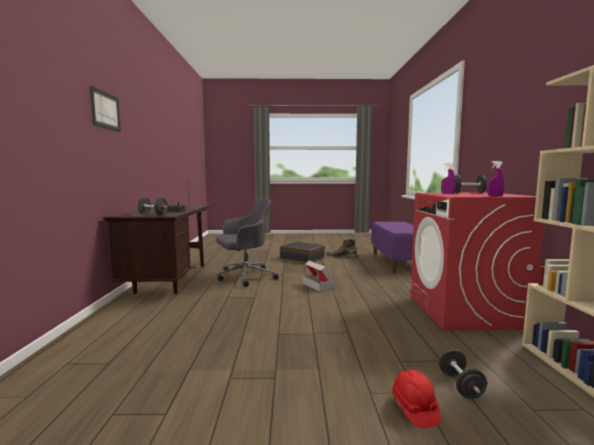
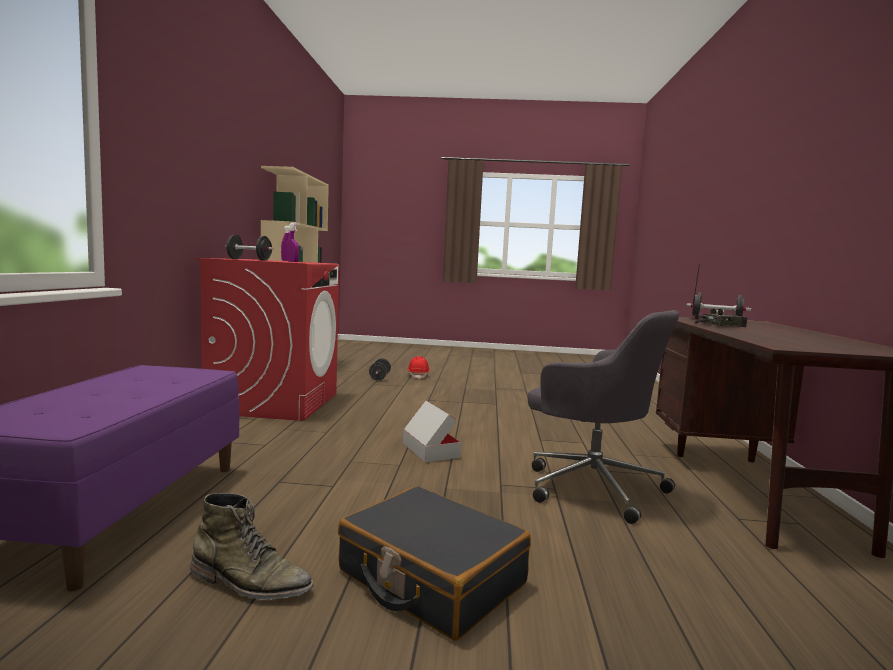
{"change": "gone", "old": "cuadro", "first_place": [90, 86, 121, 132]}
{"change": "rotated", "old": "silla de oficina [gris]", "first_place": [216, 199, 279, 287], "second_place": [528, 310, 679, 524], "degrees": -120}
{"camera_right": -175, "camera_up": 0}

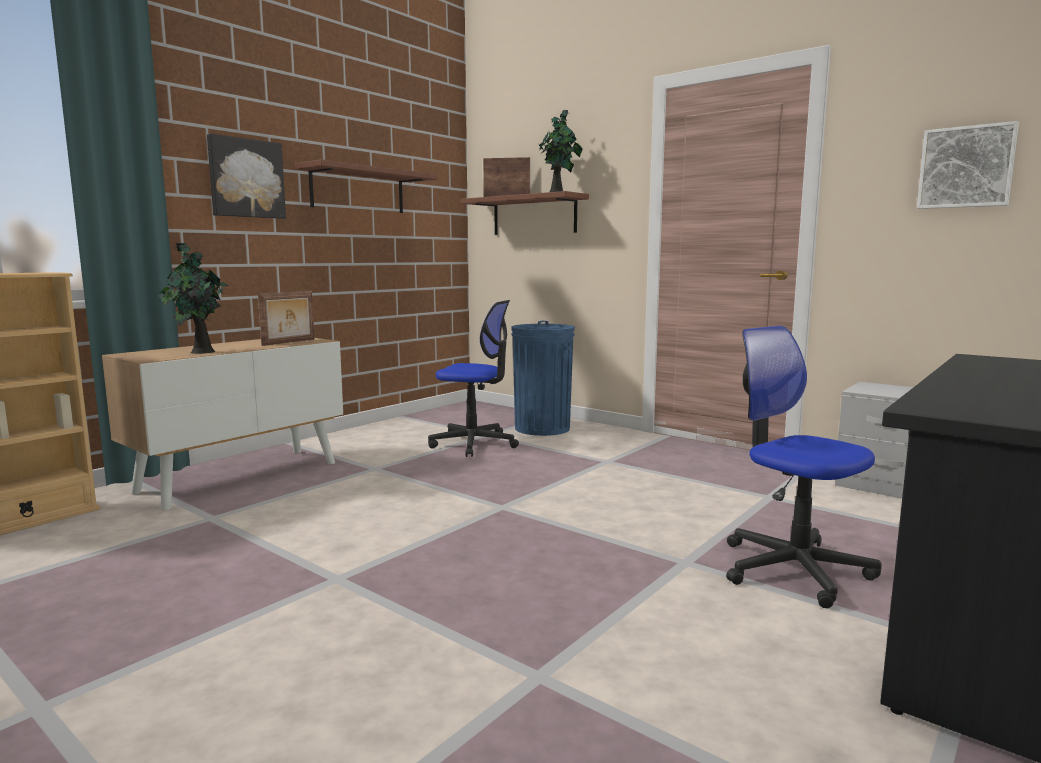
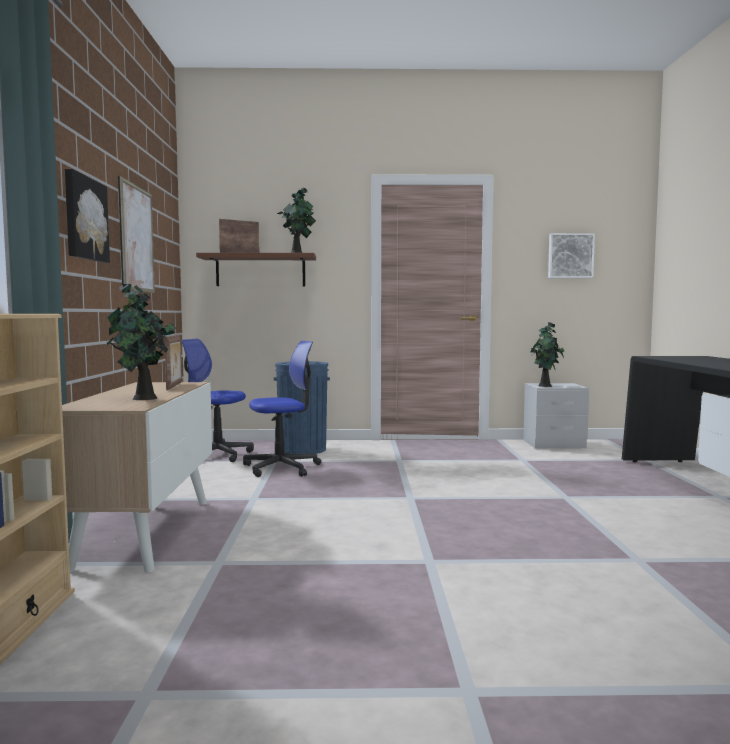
{"change": "swapped", "old": "estante [marrón]", "new": "cuadro", "first_place": [295, 159, 438, 213], "second_place": [118, 175, 155, 293]}
{"change": "shifted", "old": "silla de oficina", "first_place": [726, 325, 882, 608], "second_place": [182, 339, 254, 462]}
{"change": "new", "new": "planta en maceta", "second_place": [531, 322, 564, 387]}
{"camera_right": -40, "camera_up": -5}

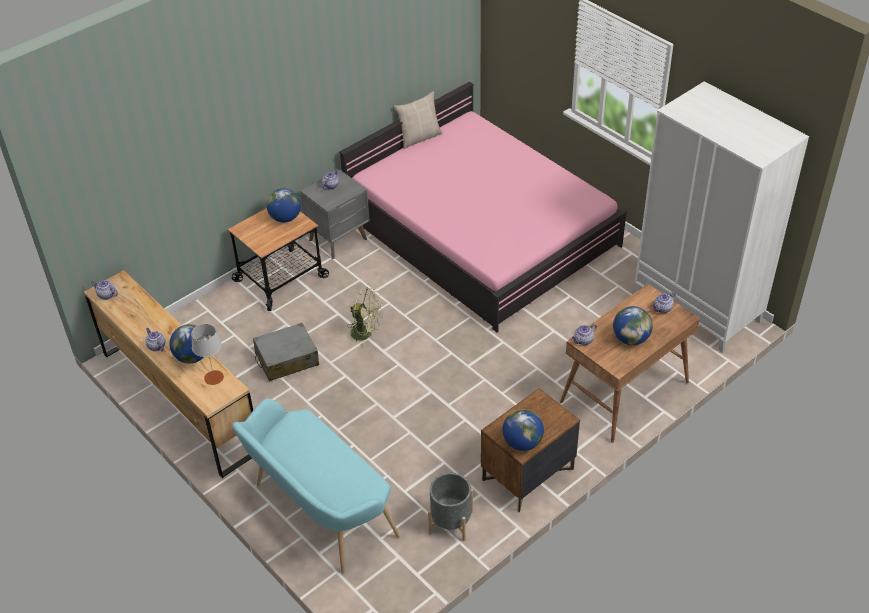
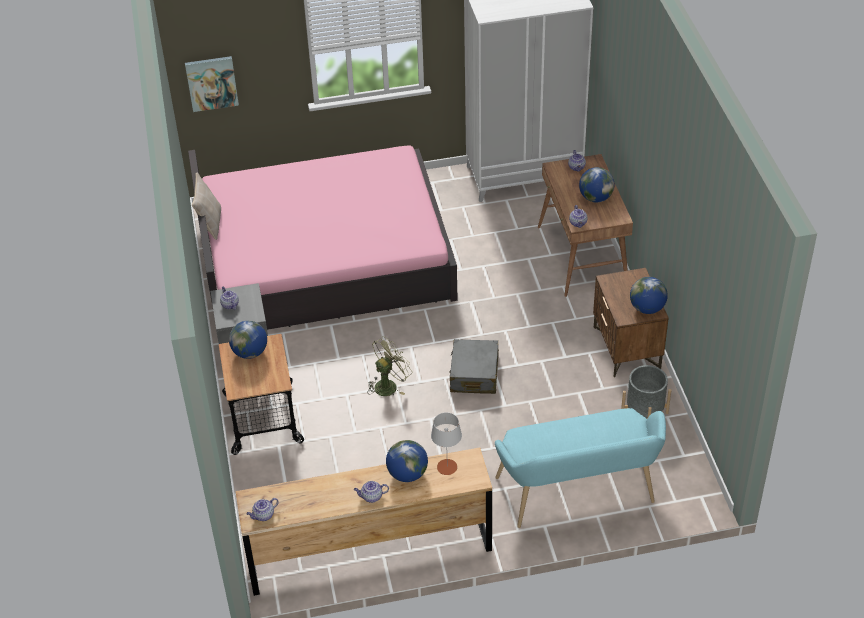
{"change": "shifted", "old": "maleta [gris]", "first_place": [253, 323, 319, 381], "second_place": [449, 339, 499, 394]}
{"change": "new", "new": "cuadro", "second_place": [185, 56, 239, 112]}
{"camera_right": -60, "camera_up": 0}

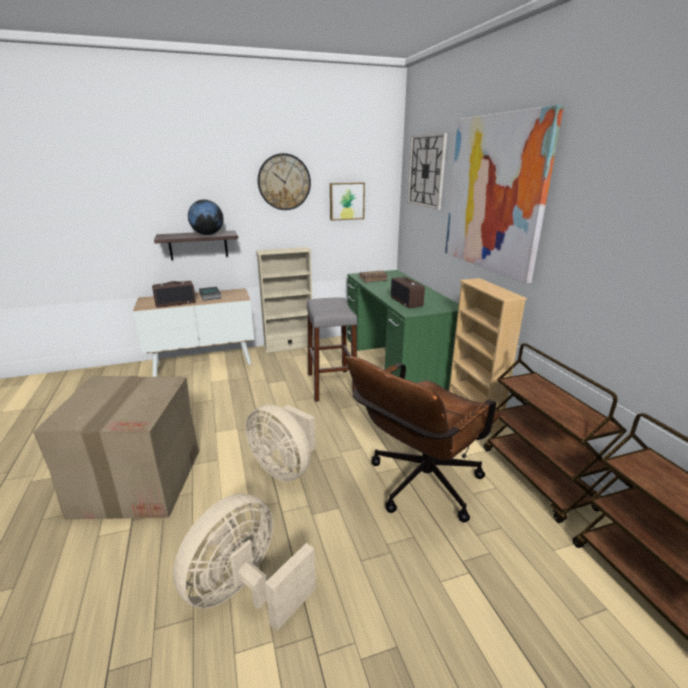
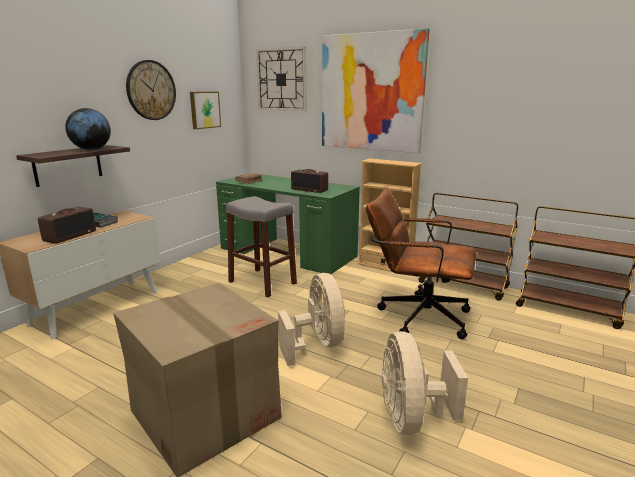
{"change": "gone", "old": "estantería [beis]", "first_place": [256, 247, 314, 353]}
{"change": "rotated", "old": "silla de oficina [marrón]", "first_place": [346, 357, 501, 523], "second_place": [366, 189, 476, 339], "degrees": 105}
{"change": "rotated", "old": "ventilador [beis]", "first_place": [245, 404, 316, 482], "second_place": [278, 273, 345, 366], "degrees": -105}
{"camera_right": -40, "camera_up": -5}

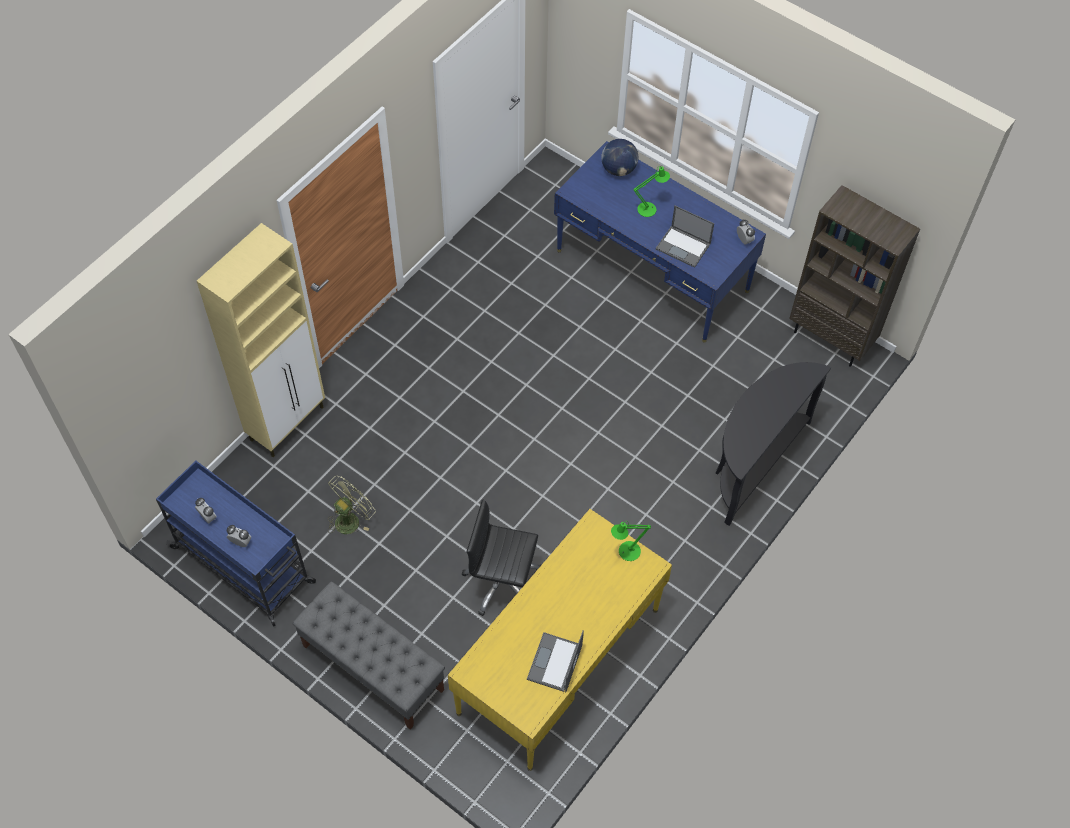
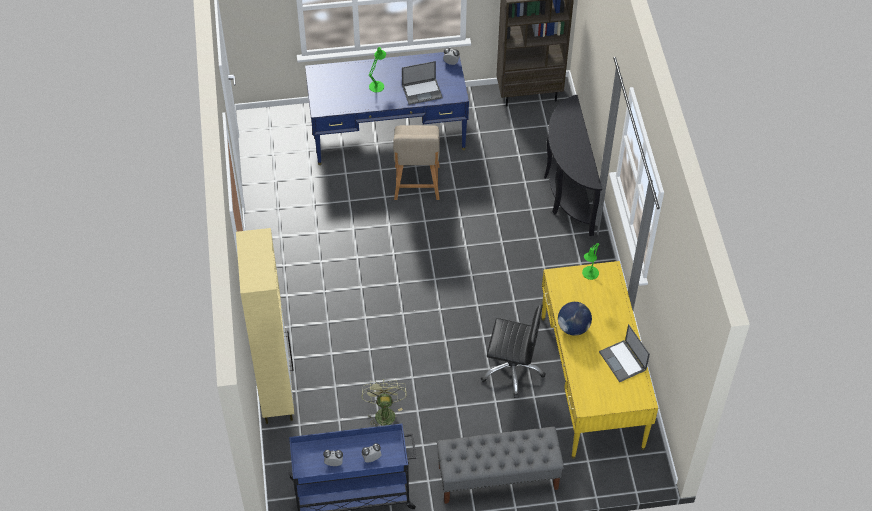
{"change": "shifted", "old": "globo terráqueo", "first_place": [601, 139, 638, 176], "second_place": [558, 302, 592, 336]}
{"change": "rotated", "old": "silla de oficina [negro]", "first_place": [462, 500, 541, 616], "second_place": [481, 305, 546, 398], "degrees": -135}
{"change": "new", "new": "silla [beis]", "second_place": [393, 125, 440, 200]}
{"camera_right": -45, "camera_up": -5}

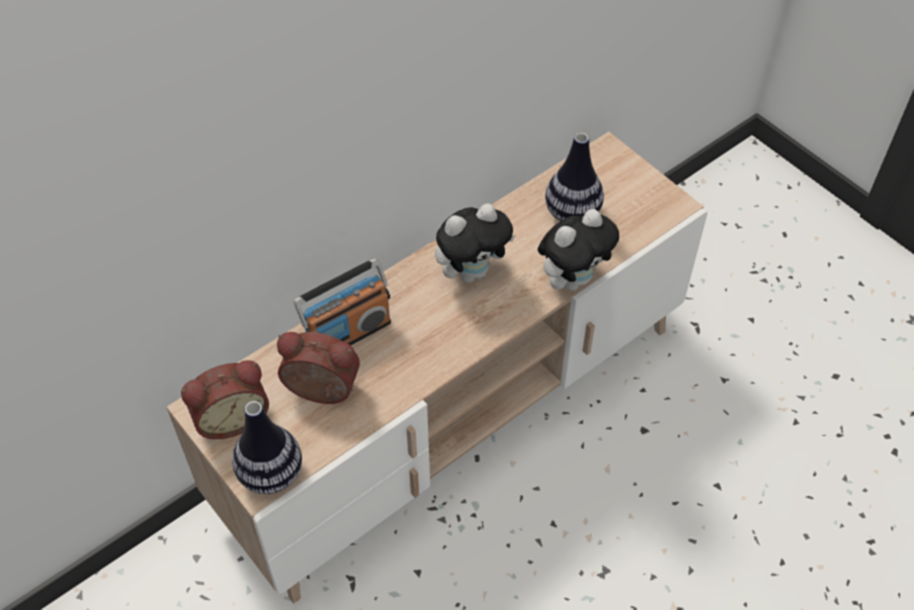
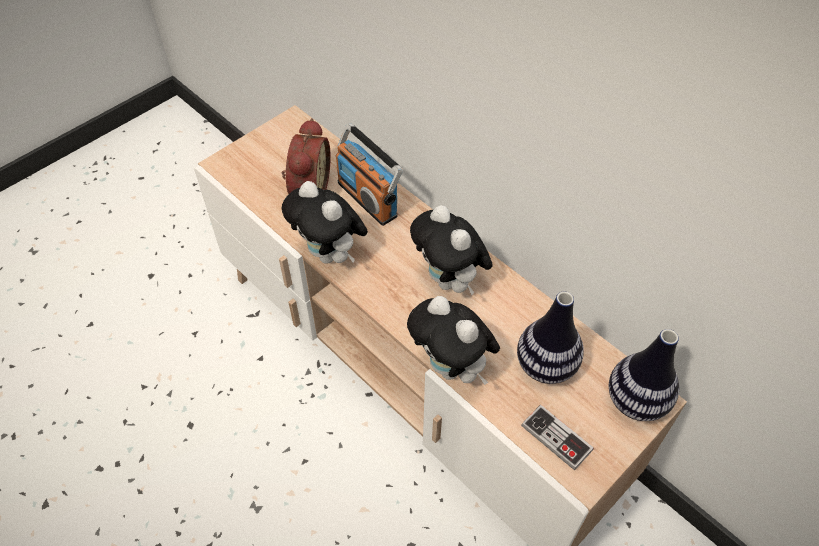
{"change": "gone", "old": "despertador", "first_place": [181, 360, 269, 439]}
{"change": "shifted", "old": "florero", "first_place": [232, 401, 302, 494], "second_place": [609, 329, 679, 421]}
{"change": "new", "new": "peluche", "second_place": [282, 181, 368, 264]}
{"change": "new", "new": "mando de consola", "second_place": [521, 405, 594, 470]}
{"camera_right": 85, "camera_up": 0}

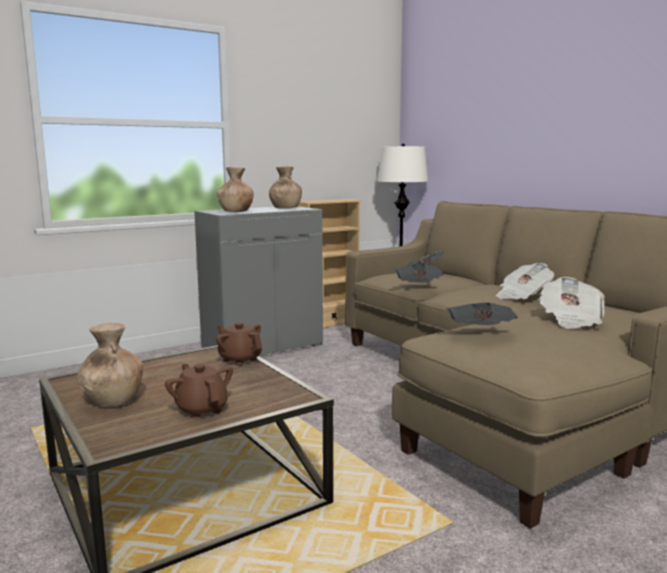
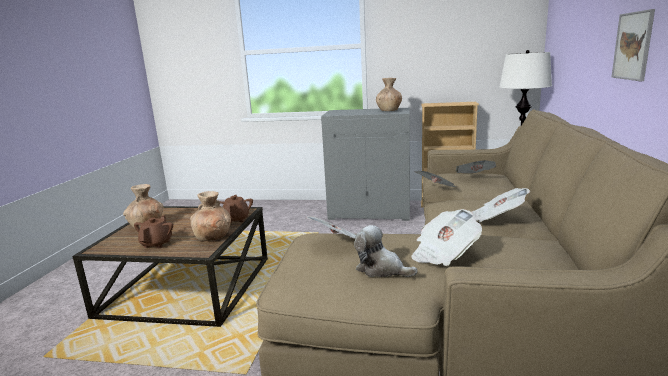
{"change": "shifted", "old": "florero [marrón]", "first_place": [217, 167, 254, 212], "second_place": [190, 191, 231, 241]}
{"change": "new", "new": "cuadro", "second_place": [612, 9, 655, 81]}
{"change": "new", "new": "peluche", "second_place": [354, 225, 418, 277]}
{"camera_right": 45, "camera_up": 5}

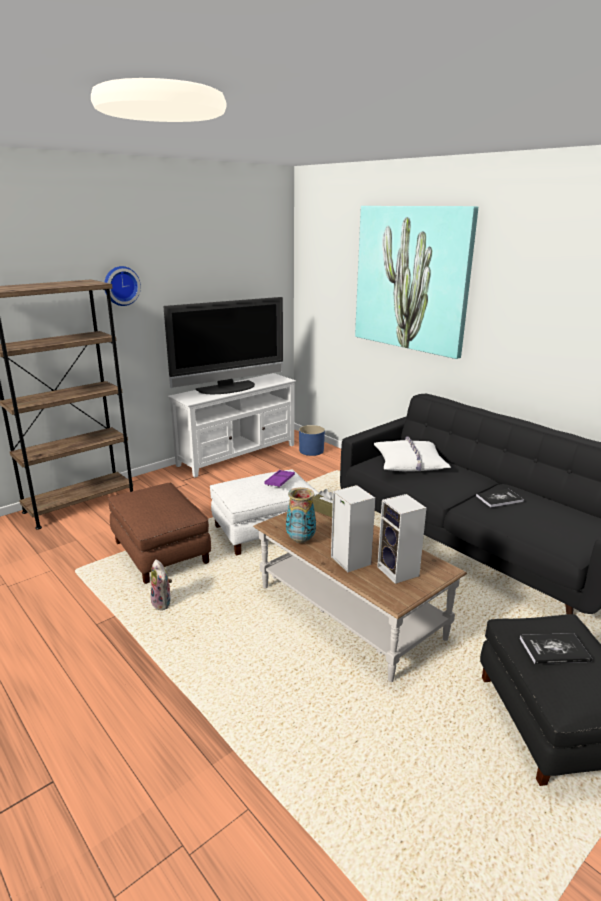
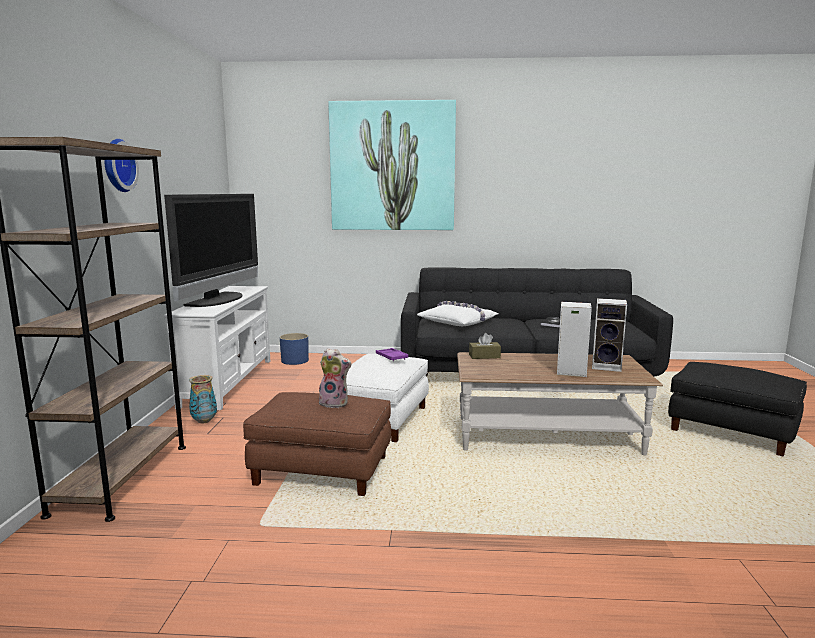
{"change": "shifted", "old": "florero", "first_place": [286, 487, 316, 543], "second_place": [189, 375, 217, 424]}
{"change": "shifted", "old": "peluche", "first_place": [151, 560, 172, 610], "second_place": [319, 348, 352, 408]}
{"change": "gone", "old": "libro", "first_place": [520, 633, 592, 664]}
{"camera_right": -45, "camera_up": -10}

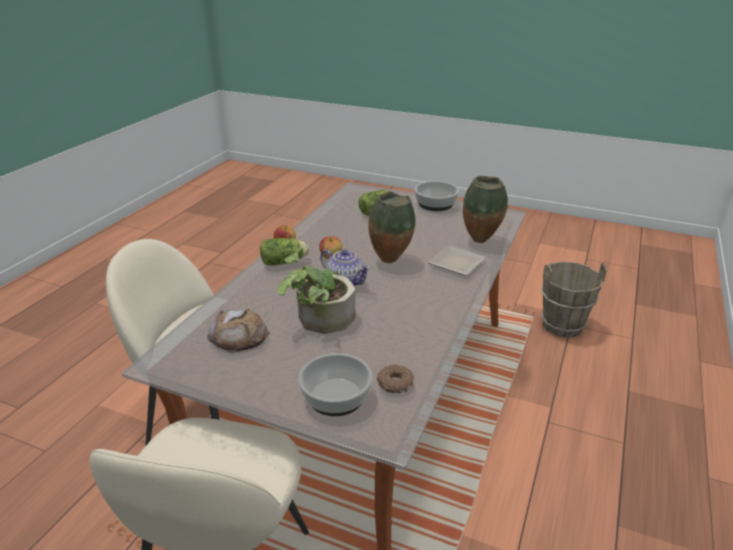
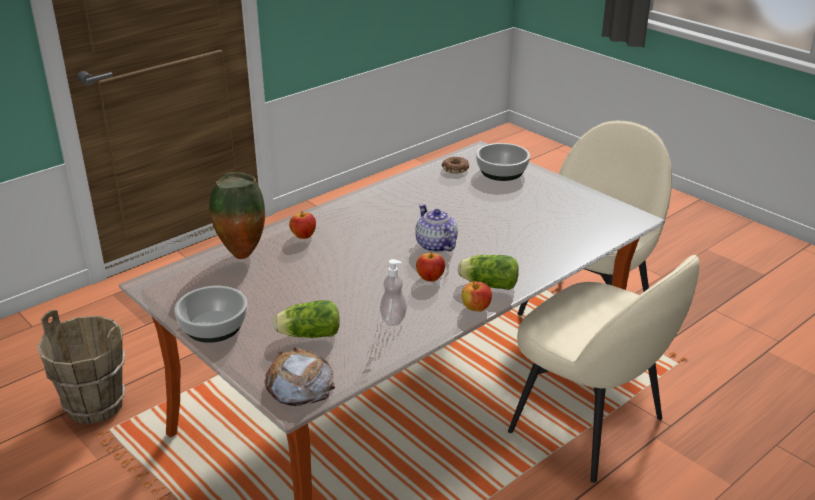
{"change": "gone", "old": "florero", "first_place": [368, 191, 416, 263]}
{"change": "swapped", "old": "plato", "new": "manzana", "first_place": [428, 246, 487, 276], "second_place": [289, 211, 316, 239]}
{"change": "gone", "old": "planta en maceta", "first_place": [277, 248, 356, 334]}
{"change": "shifted", "old": "pan", "first_place": [207, 309, 270, 353], "second_place": [265, 347, 335, 406]}
{"change": "new", "new": "dispensador de jabón", "second_place": [380, 259, 407, 326]}
{"camera_right": -155, "camera_up": 0}

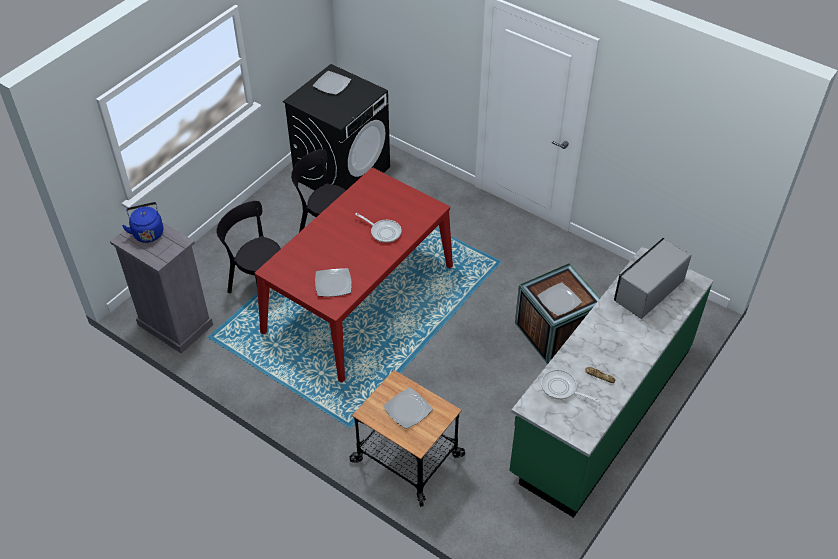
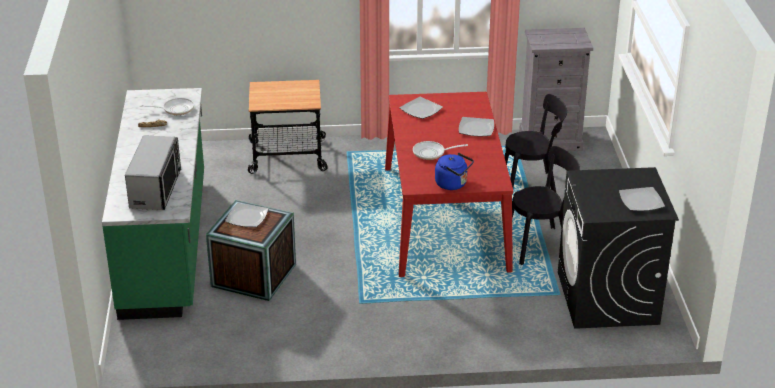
{"change": "shifted", "old": "hervidor [azul]", "first_place": [122, 202, 163, 243], "second_place": [435, 153, 474, 190]}
{"change": "shifted", "old": "plato", "first_place": [383, 387, 433, 429], "second_place": [459, 117, 494, 137]}
{"camera_right": 140, "camera_up": -15}

